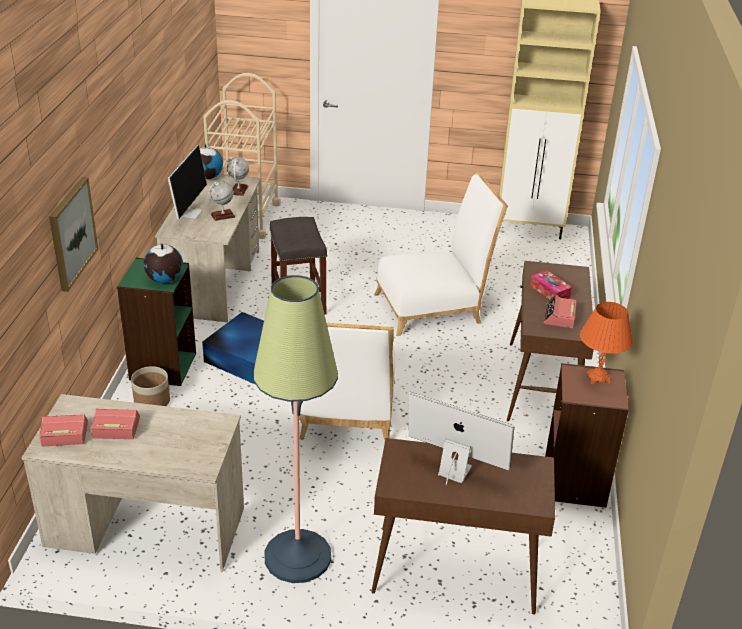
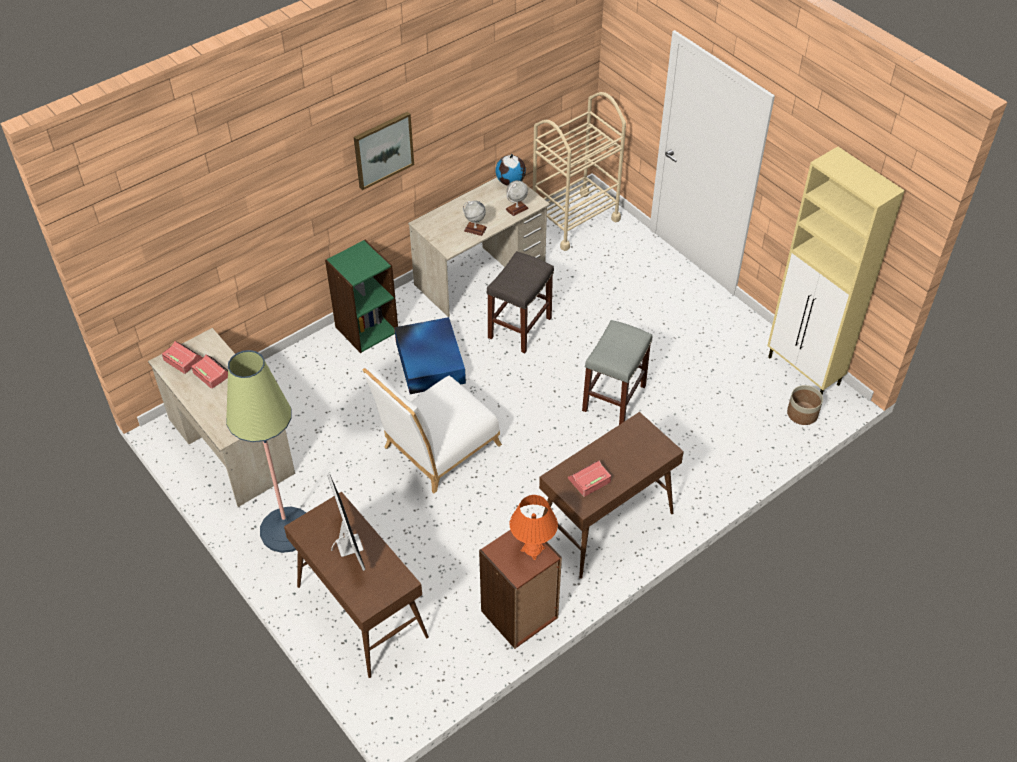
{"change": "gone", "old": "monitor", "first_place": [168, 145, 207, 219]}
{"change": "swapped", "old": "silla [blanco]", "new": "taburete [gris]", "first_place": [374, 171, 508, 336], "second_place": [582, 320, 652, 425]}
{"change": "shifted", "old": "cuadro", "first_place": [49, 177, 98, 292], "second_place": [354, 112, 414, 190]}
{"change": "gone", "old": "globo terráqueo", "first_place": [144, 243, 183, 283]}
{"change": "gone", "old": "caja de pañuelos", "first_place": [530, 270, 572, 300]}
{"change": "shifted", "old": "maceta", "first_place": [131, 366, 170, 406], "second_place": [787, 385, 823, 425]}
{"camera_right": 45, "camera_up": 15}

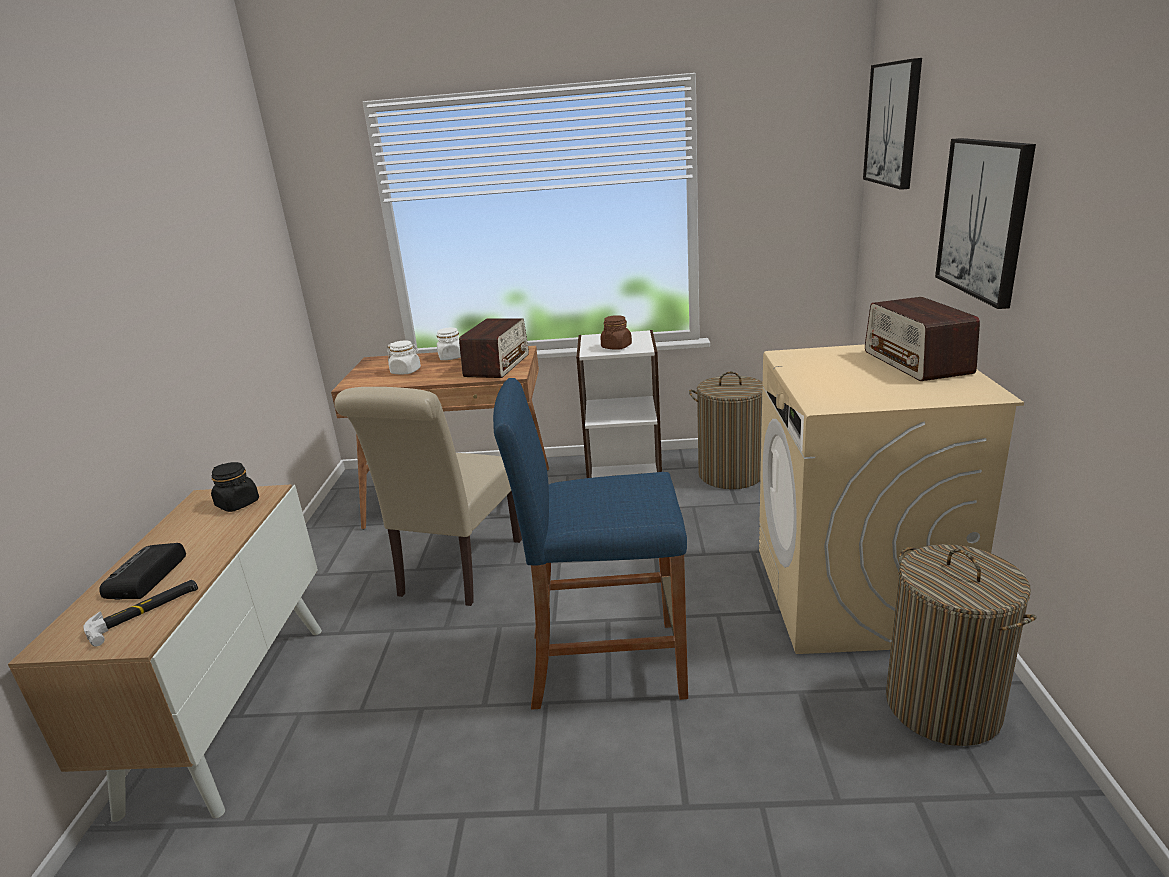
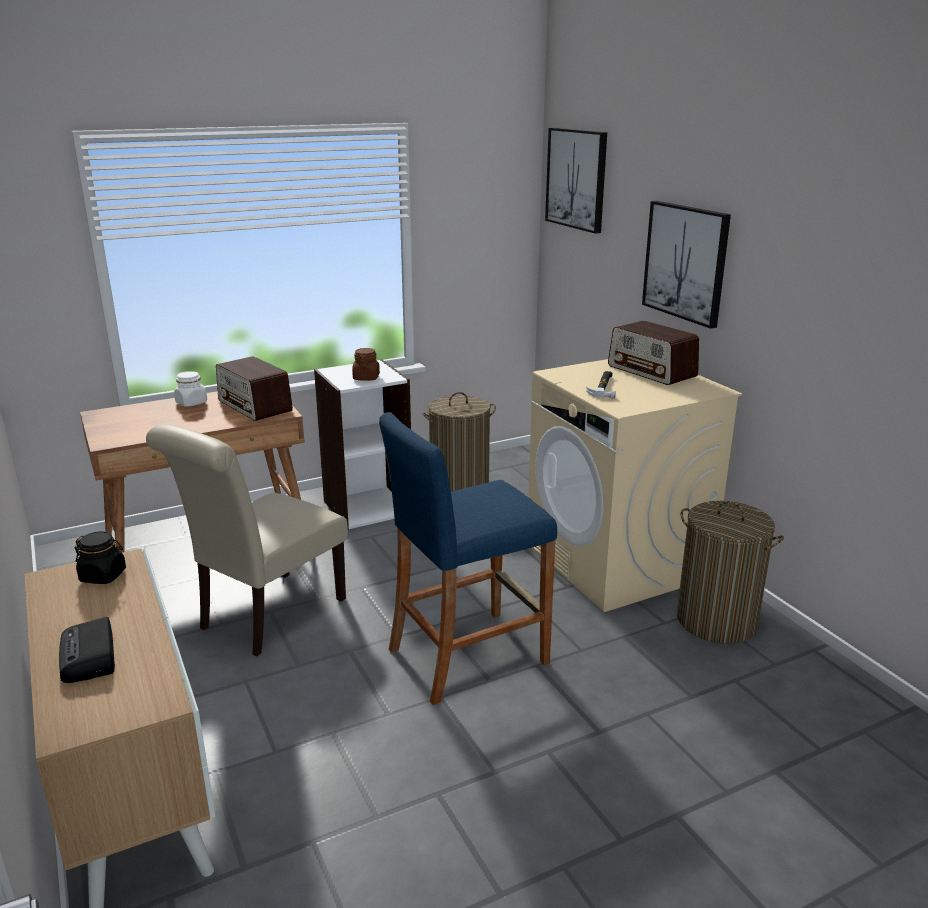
{"change": "rotated", "old": "radio", "first_place": [459, 319, 529, 378], "second_place": [216, 356, 293, 421], "degrees": 150}
{"change": "gone", "old": "tarro [blanco]", "first_place": [387, 340, 421, 374]}
{"change": "rotated", "old": "silla [beis]", "first_place": [334, 387, 522, 606], "second_place": [146, 424, 348, 657], "degrees": 45}
{"change": "shifted", "old": "martillo", "first_place": [83, 580, 198, 647], "second_place": [586, 371, 616, 399]}
{"camera_right": -30, "camera_up": 0}

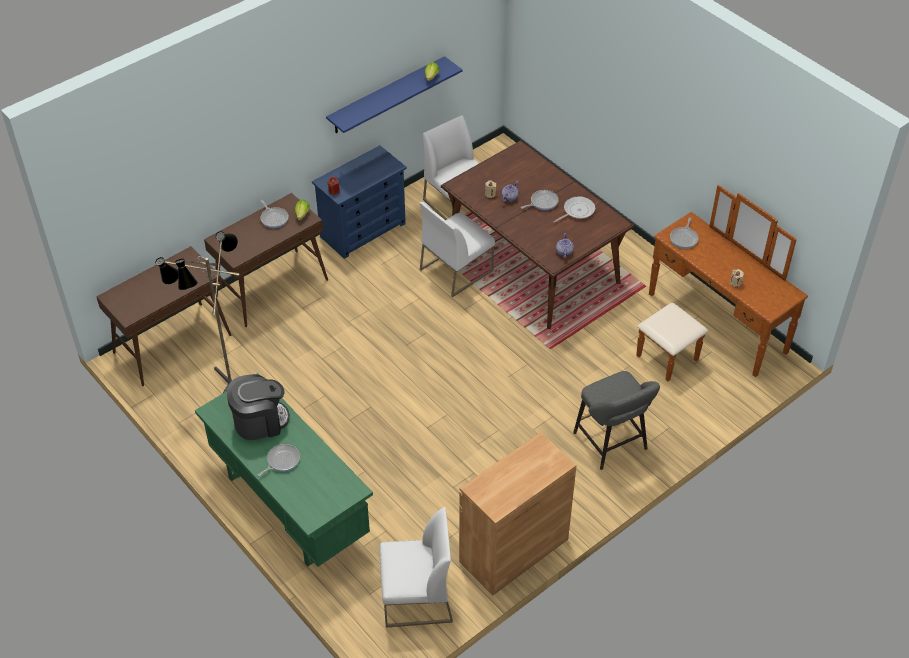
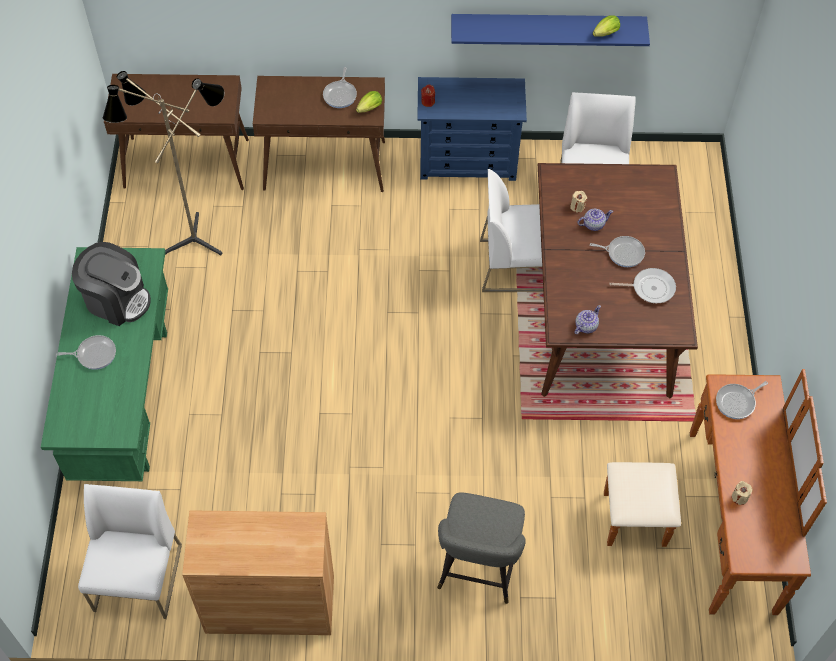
{"change": "rotated", "old": "silla [blanco]", "first_place": [379, 507, 453, 628], "second_place": [78, 484, 182, 619], "degrees": -120}
{"camera_right": 40, "camera_up": 10}

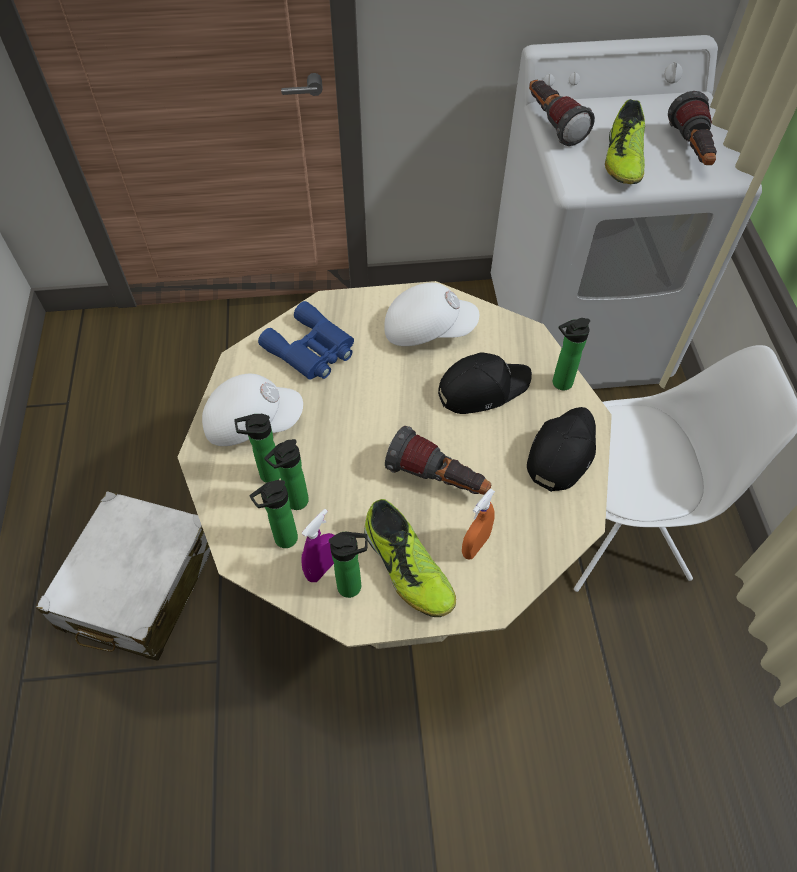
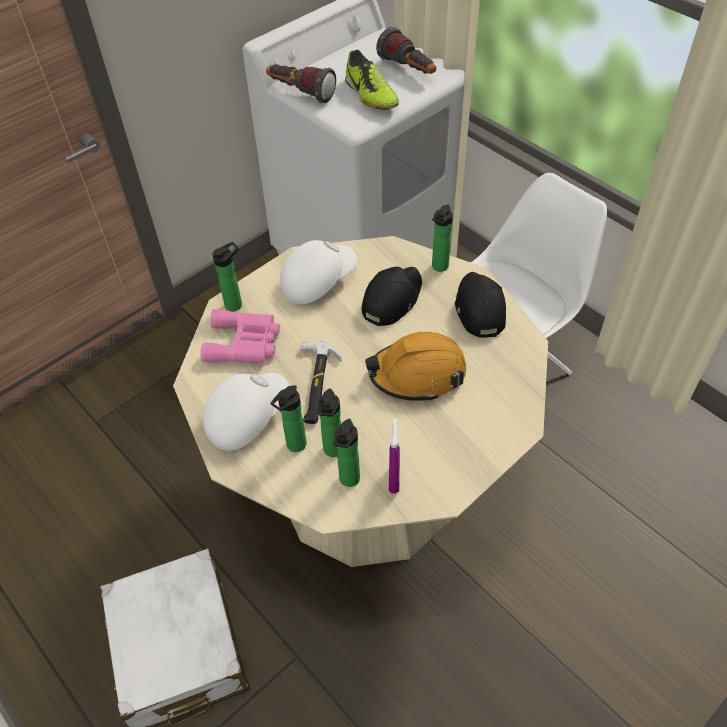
{"change": "repainted", "old": "prismáticos [azul]", "new": "prismáticos [rosa]", "first_place": [258, 301, 354, 380], "second_place": [200, 309, 280, 363]}
{"change": "swapped", "old": "linterna", "new": "casco [naranja]", "first_place": [385, 426, 491, 495], "second_place": [365, 332, 466, 401]}
{"change": "gone", "old": "pulverizador [naranja]", "first_place": [462, 488, 495, 560]}
{"change": "gone", "old": "zapato", "first_place": [364, 499, 456, 617]}
{"change": "shifted", "old": "botella", "first_place": [329, 532, 368, 598], "second_place": [212, 242, 242, 312]}
{"change": "new", "new": "martillo", "second_place": [300, 341, 342, 424]}
{"camera_right": -35, "camera_up": -5}

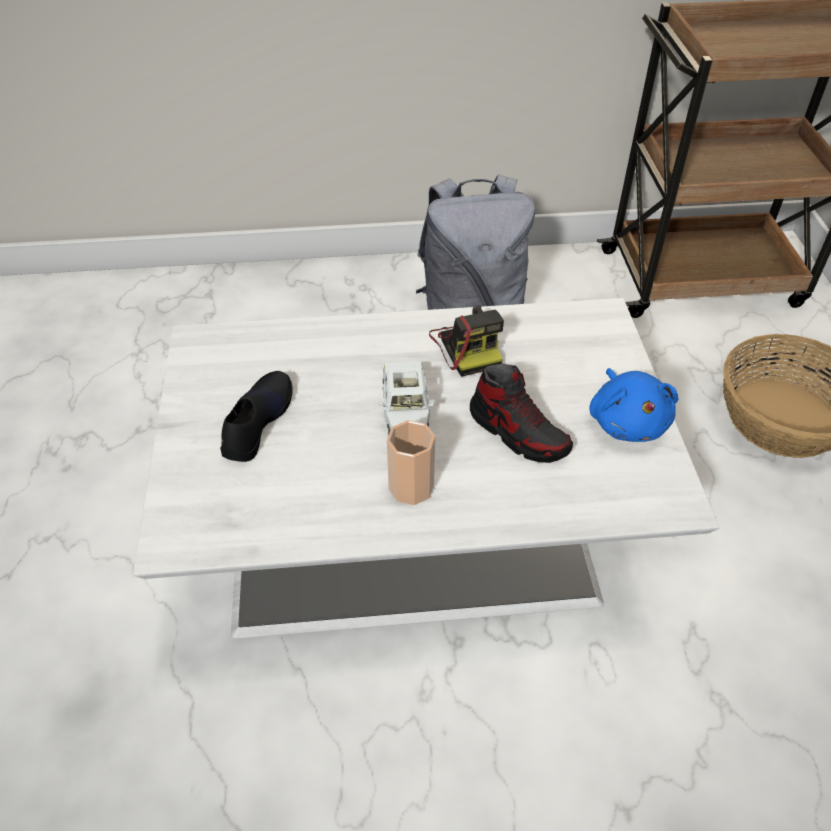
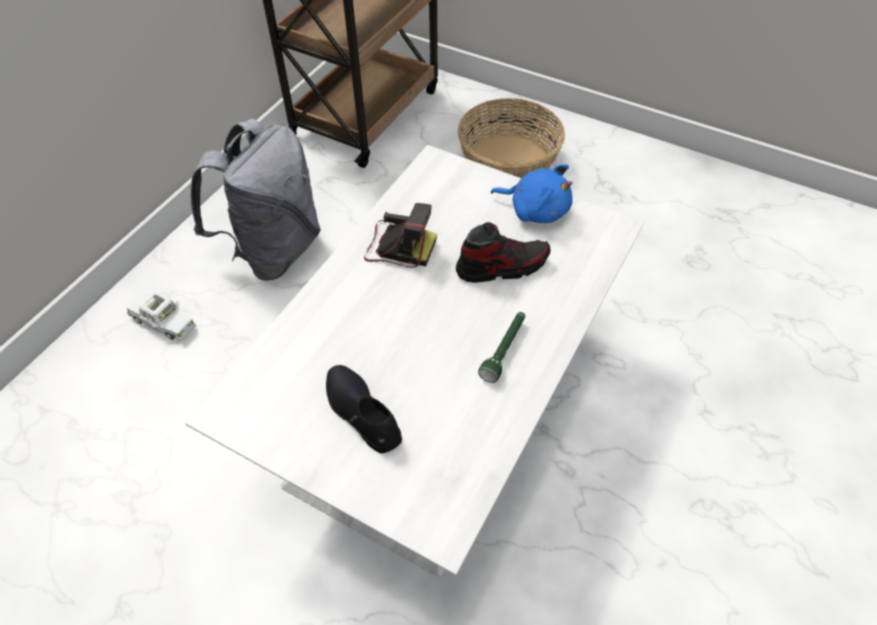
{"change": "shifted", "old": "coche de juguete [blanco]", "first_place": [378, 361, 435, 436], "second_place": [127, 291, 196, 341]}
{"change": "swapped", "old": "taza", "new": "linterna [verde]", "first_place": [387, 420, 435, 505], "second_place": [478, 312, 525, 383]}
{"camera_right": -55, "camera_up": 5}

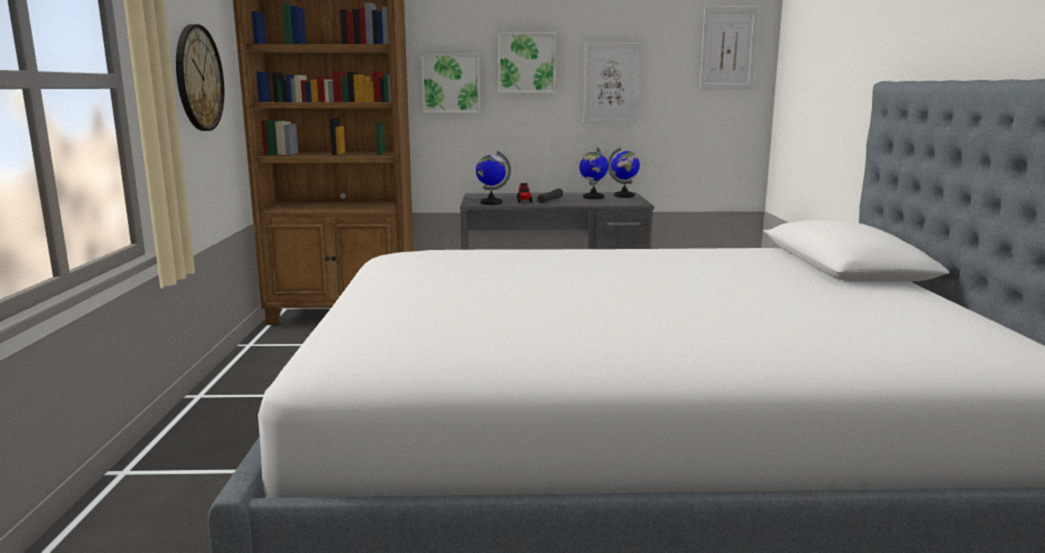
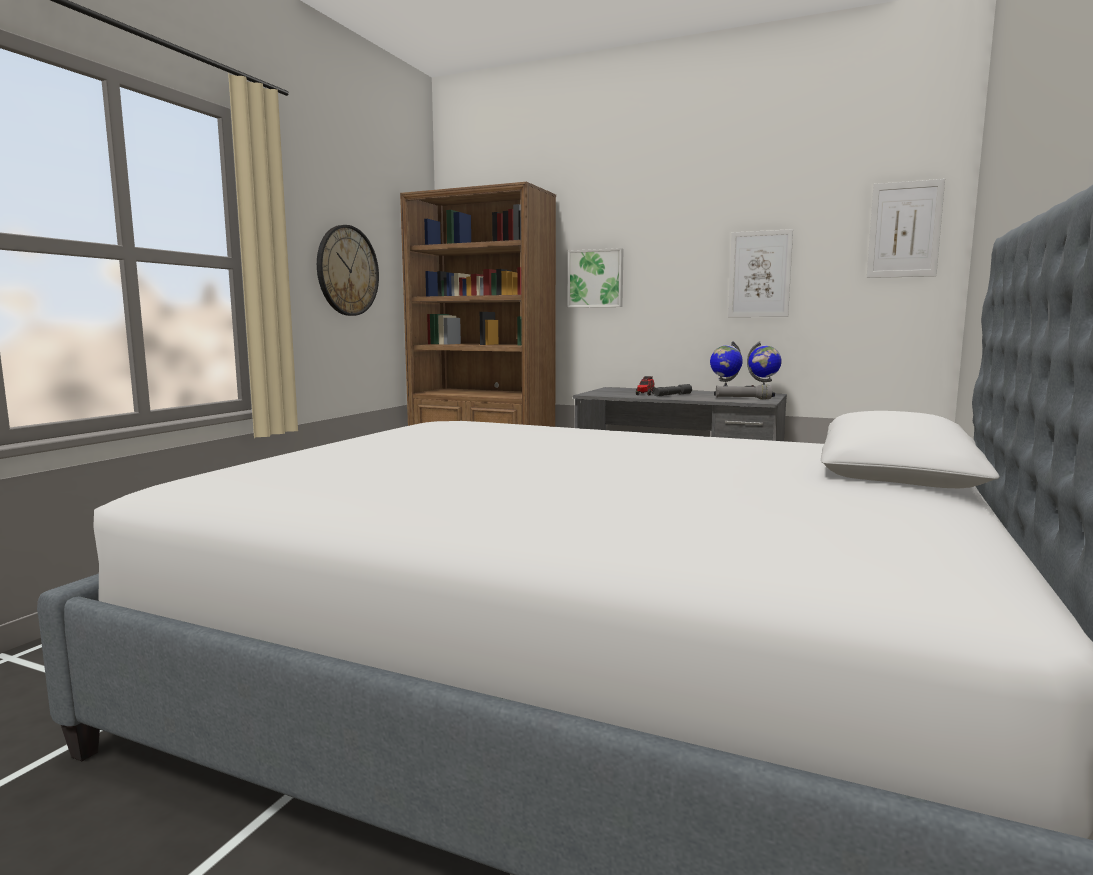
{"change": "gone", "old": "cuadro", "first_place": [498, 33, 556, 93]}
{"change": "gone", "old": "globo terráqueo", "first_place": [476, 151, 511, 205]}
{"change": "new", "new": "linterna [gris]", "second_place": [716, 384, 772, 399]}
{"camera_right": 25, "camera_up": -5}

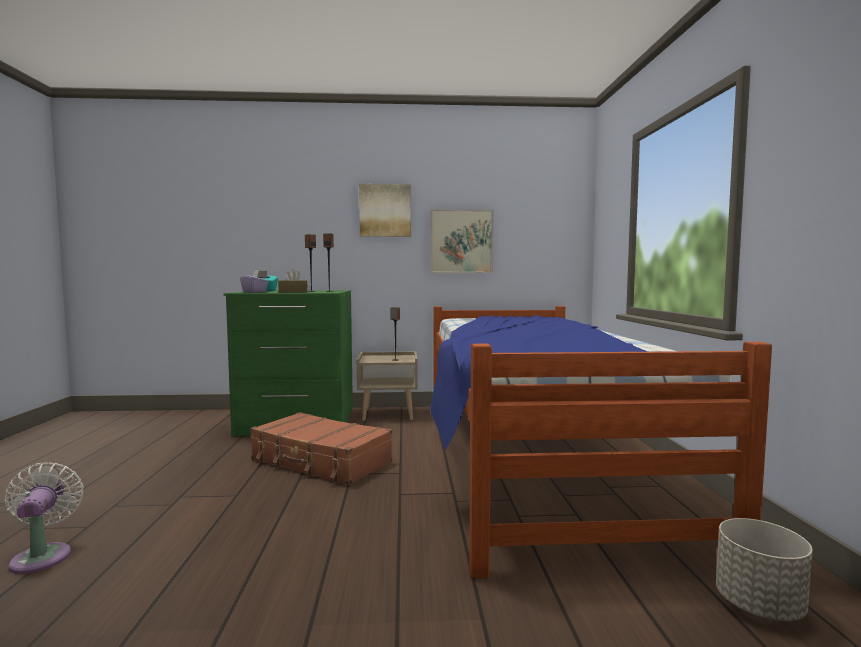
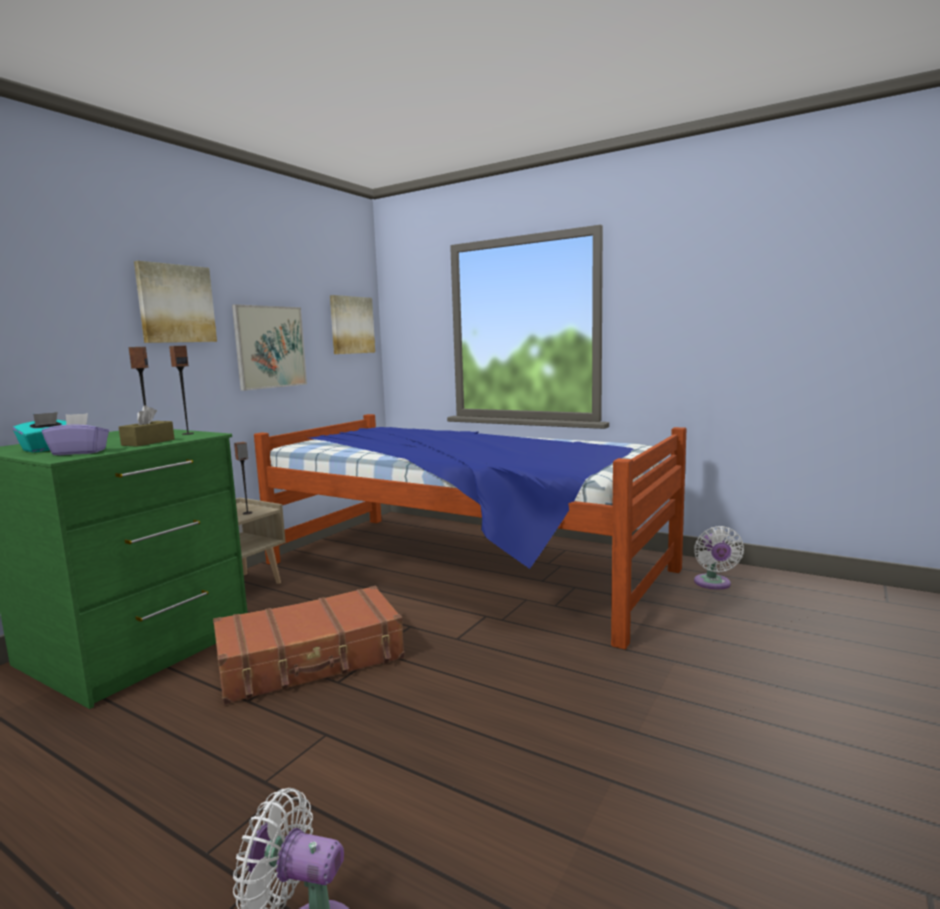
{"change": "swapped", "old": "maceta [gris]", "new": "ventilador [blanco]", "first_place": [716, 518, 813, 621], "second_place": [694, 526, 744, 590]}
{"change": "new", "new": "cuadro", "second_place": [330, 295, 375, 354]}
{"camera_right": -55, "camera_up": 5}

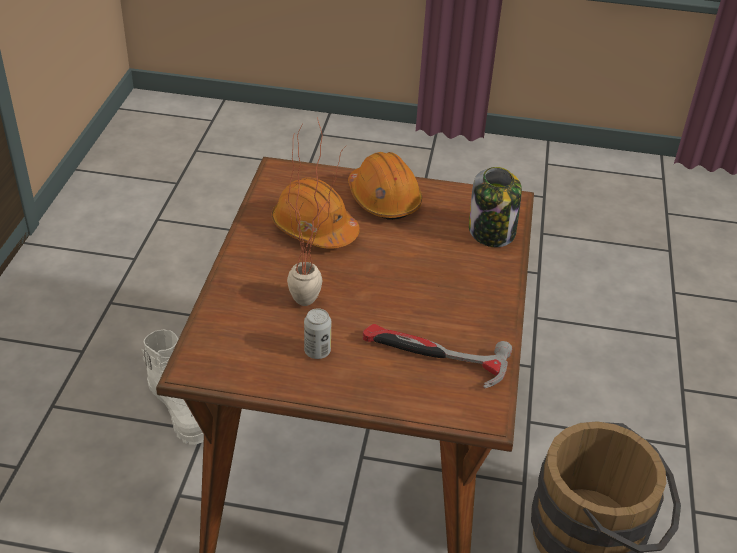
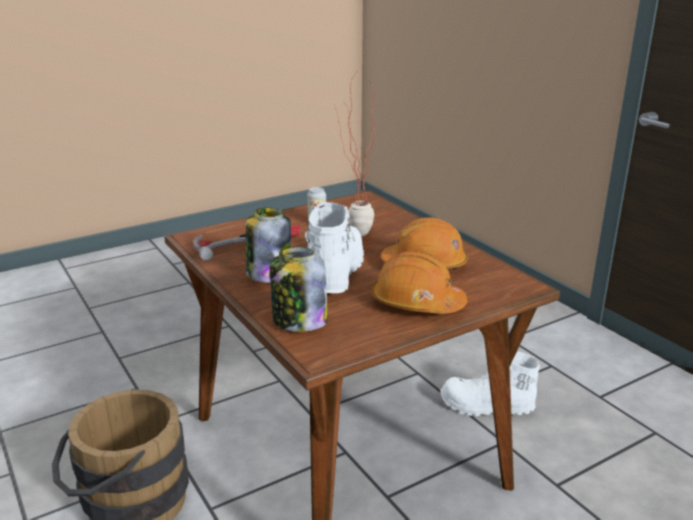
{"change": "new", "new": "bota [blanco]", "second_place": [305, 202, 364, 293]}
{"change": "new", "new": "tarro", "second_place": [246, 207, 291, 283]}
{"camera_right": 140, "camera_up": -15}

